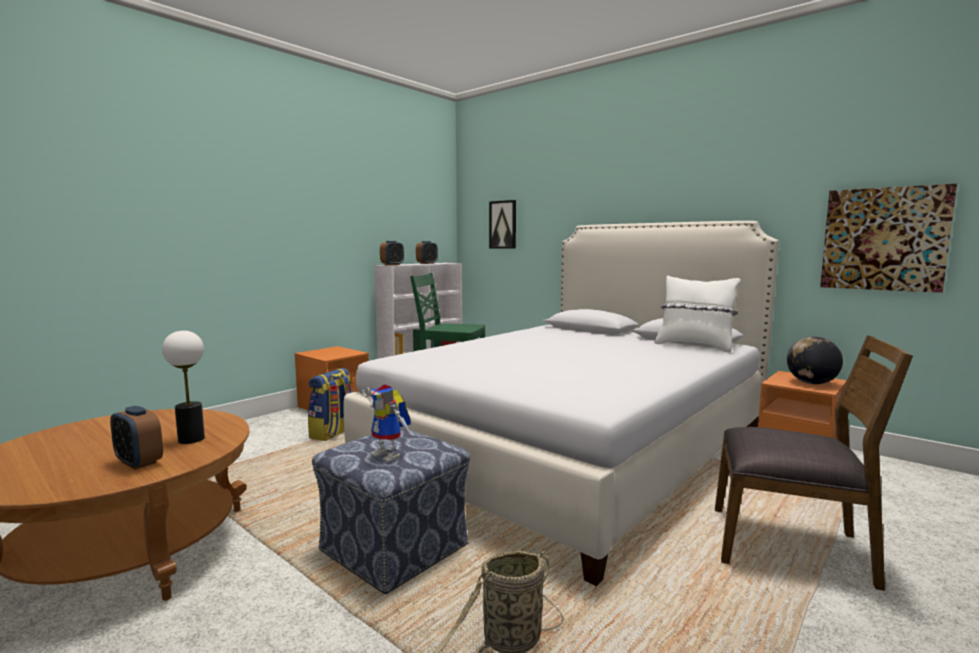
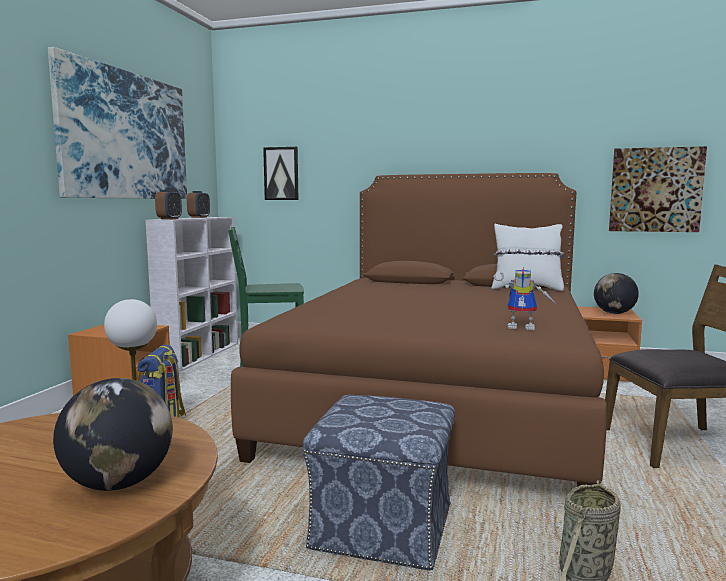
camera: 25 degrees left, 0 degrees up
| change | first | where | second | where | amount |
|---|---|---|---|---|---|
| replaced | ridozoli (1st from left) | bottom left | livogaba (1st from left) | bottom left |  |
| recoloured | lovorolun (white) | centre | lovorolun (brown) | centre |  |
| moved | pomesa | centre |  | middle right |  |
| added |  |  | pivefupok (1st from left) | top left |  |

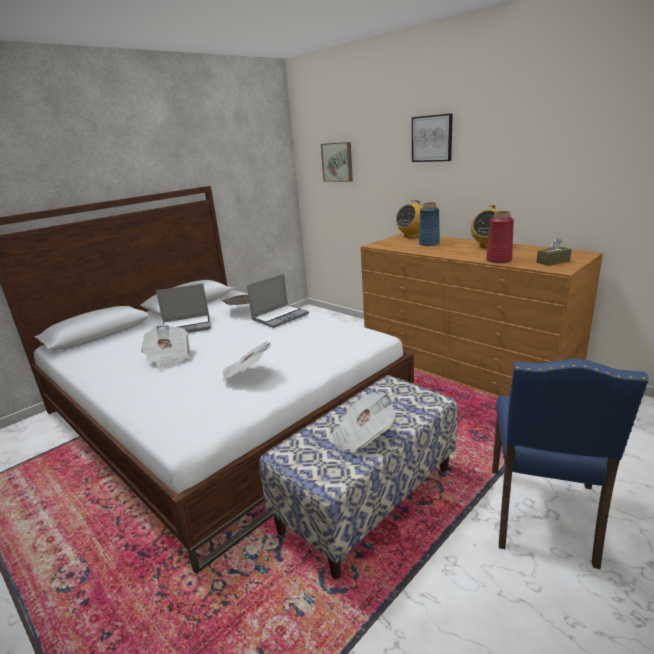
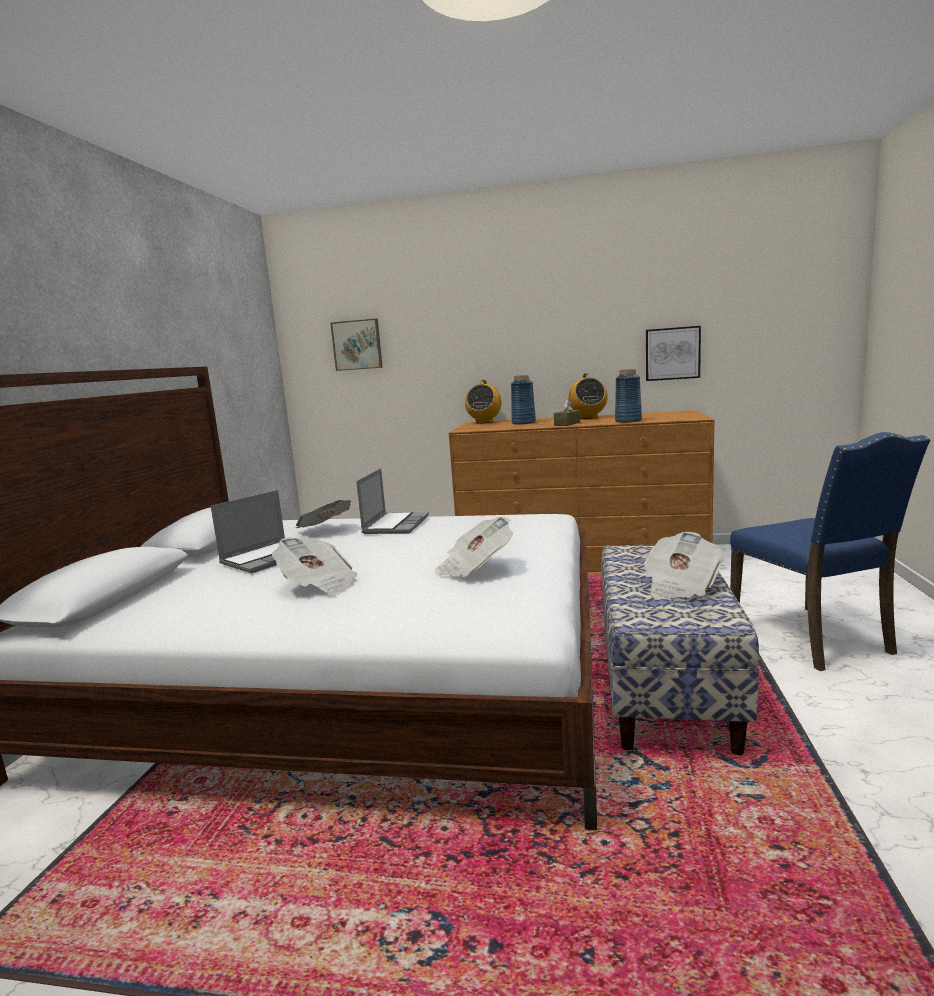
camera: 35 degrees left, 10 degrees down
| change | first | where | second | where | amount |
|---|---|---|---|---|---|
| moved | pivefupok (2nd from left) | top centre |  | middle right |  |
| recoloured | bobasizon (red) | middle right | bobasizon (blue) (2nd from left) | middle right |  |
| moved | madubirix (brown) | middle right |  | centre |  |

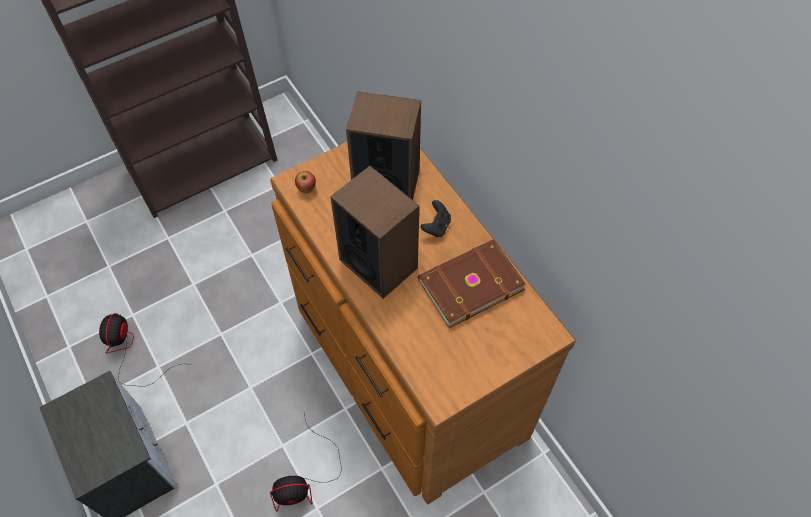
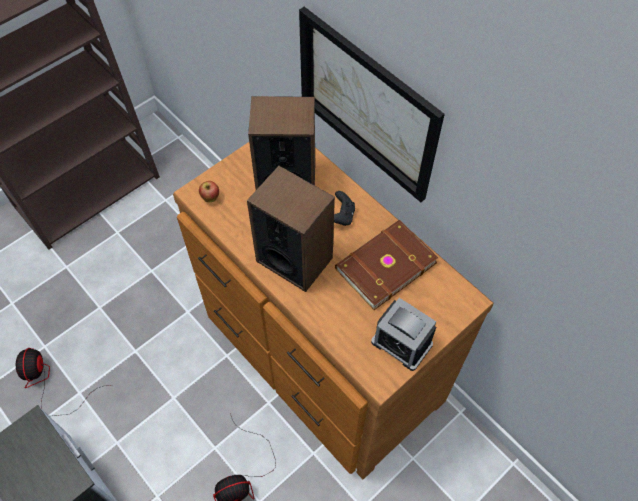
camera: 10 degrees left, 0 degrees up
| change | first | where | second | where | amount |
|---|---|---|---|---|---|
| added |  |  | pivefupok | top centre |  |
| added |  |  | ridozoli | bottom centre |  |

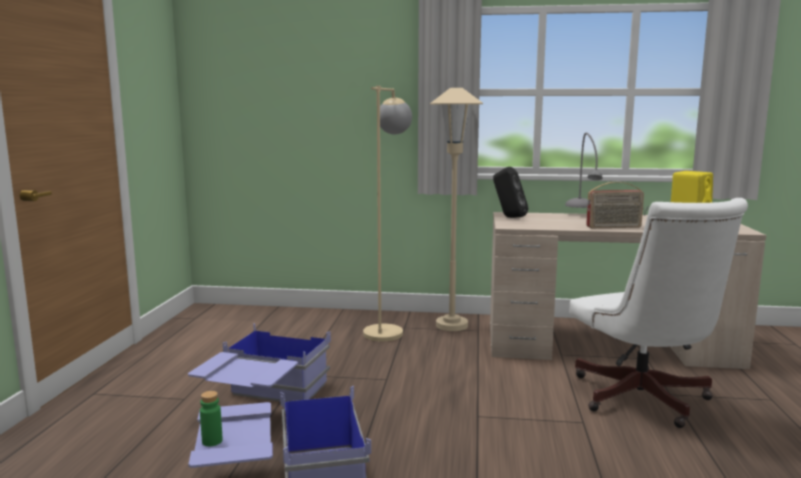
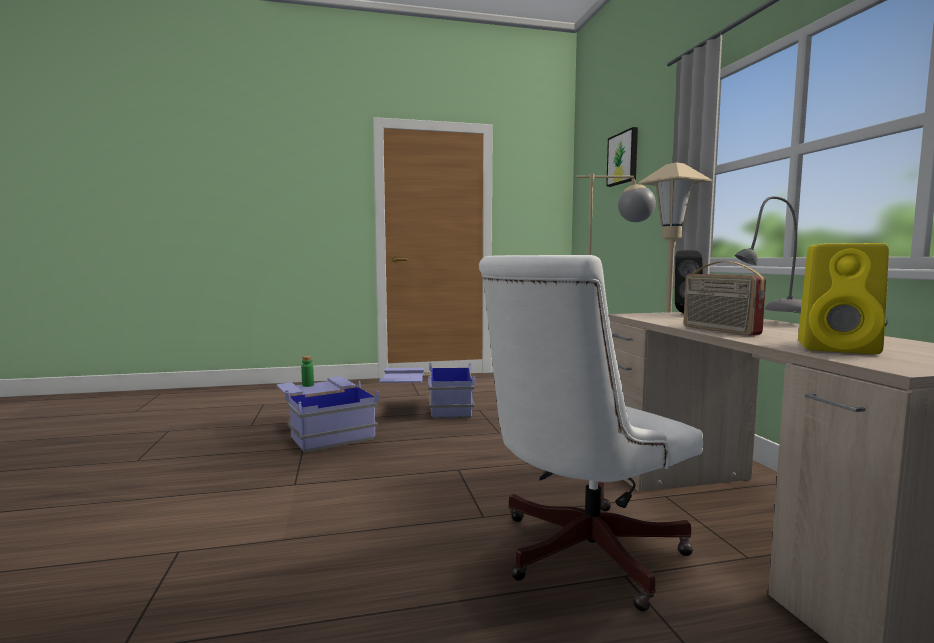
camera: 70 degrees right, 5 degrees down
| change | first | where | second | where | amount |
|---|---|---|---|---|---|
| added |  |  | pivefupok | top centre |  |

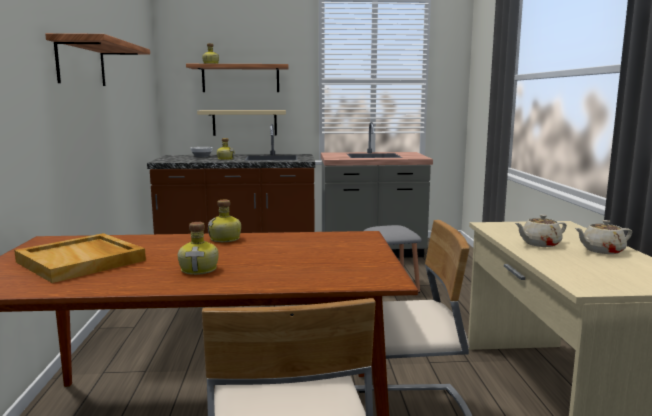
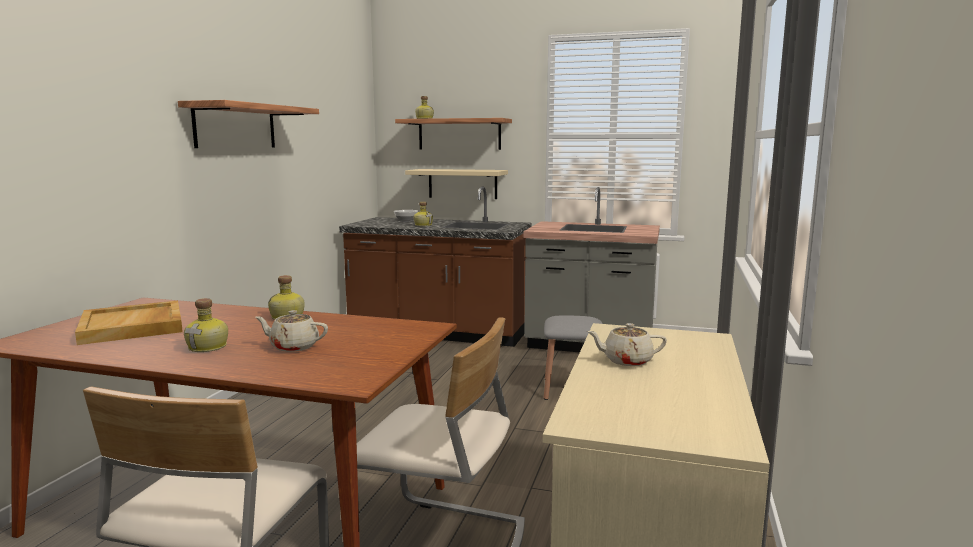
camera: 20 degrees right, 0 degrees up
| change | first | where | second | where | amount |
|---|---|---|---|---|---|
| moved | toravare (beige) (2nd from left in the first image) | middle right | toravare (beige) (1st from left) | middle left |  |

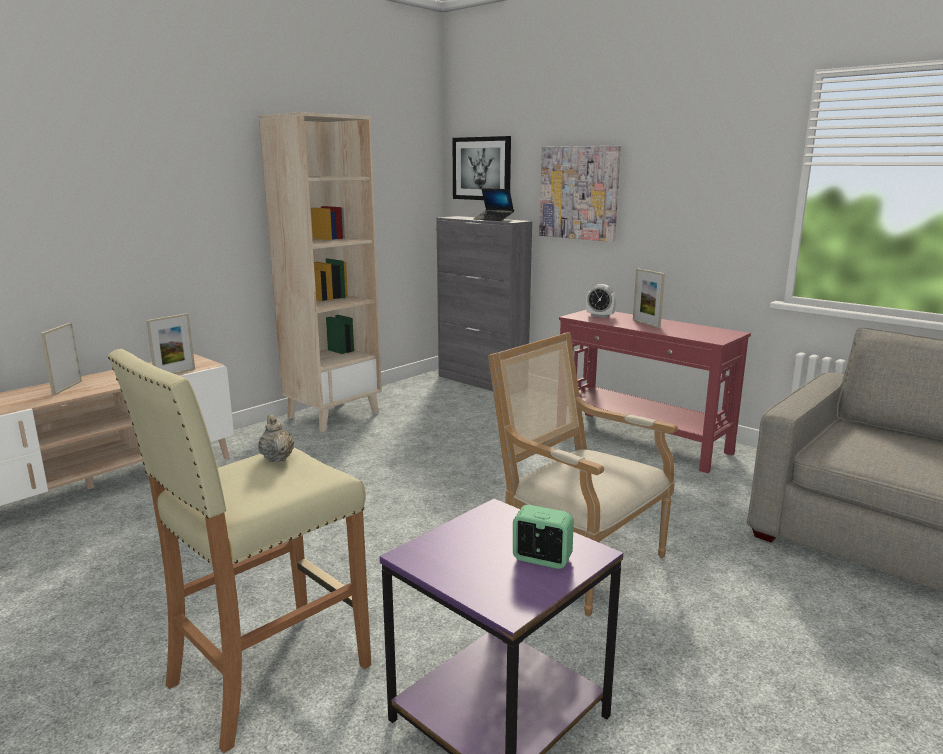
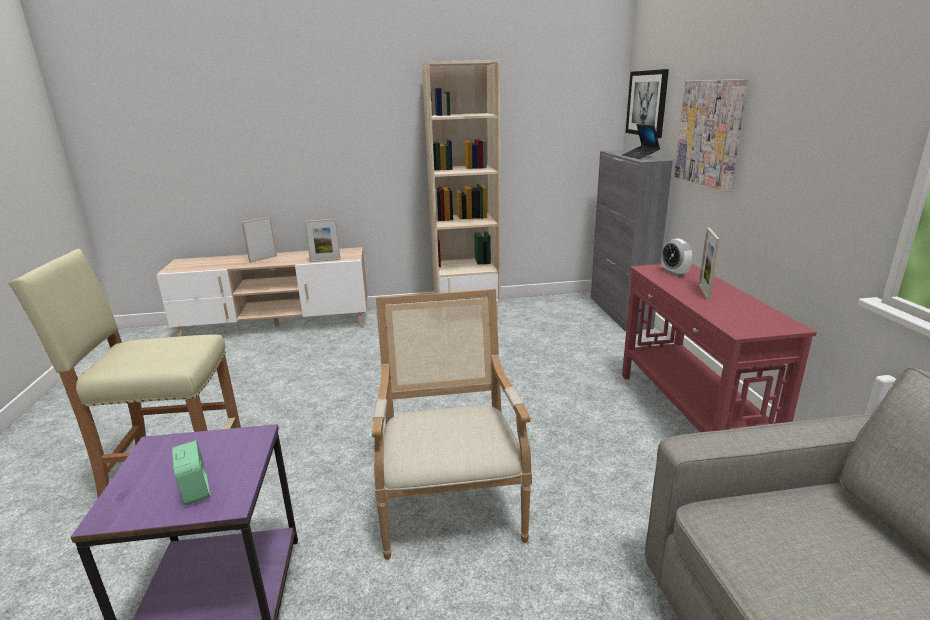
camera: 40 degrees right, 5 degrees up
| change | first | where | second | where | amount |
|---|---|---|---|---|---|
| removed | toravare (beige) | middle left |  |  |  |

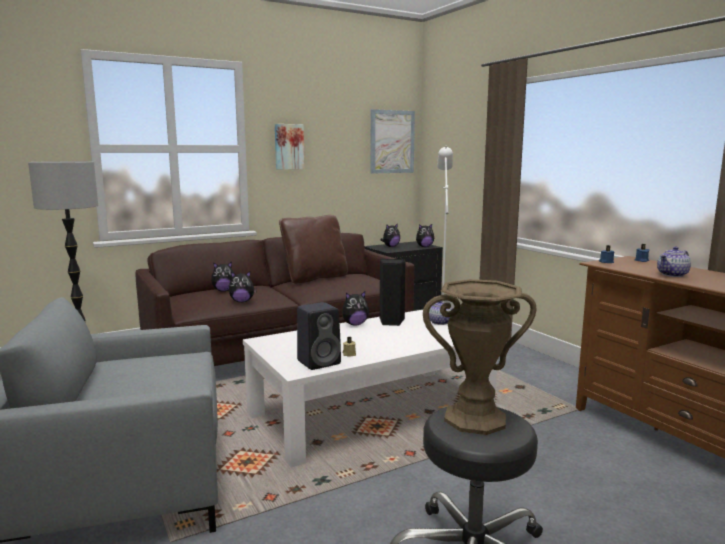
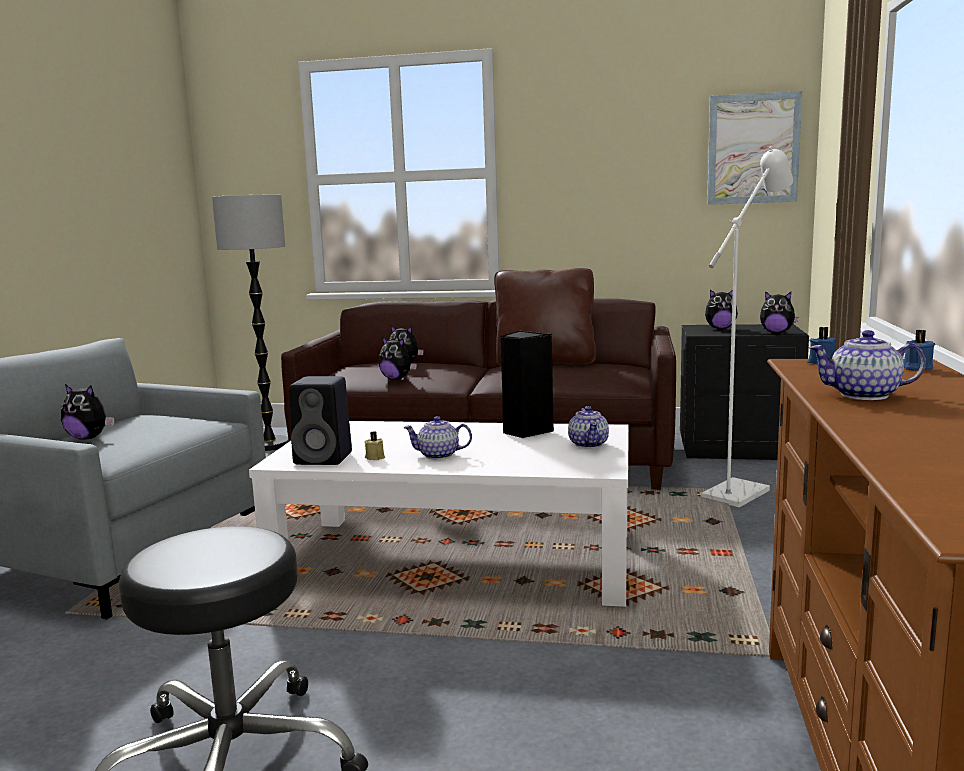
camera: 40 degrees right, 0 degrees up
| change | first | where | second | where | amount |
|---|---|---|---|---|---|
| removed | pivefupok (1st from left) | top centre |  |  |  |
| moved | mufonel (3rd from left in the first image) | centre | mufonel (1st from left) | middle left |  |
| removed | bobasizon (brown) | centre |  |  |  |
| added |  |  | toravare (1st from left) | centre |  |

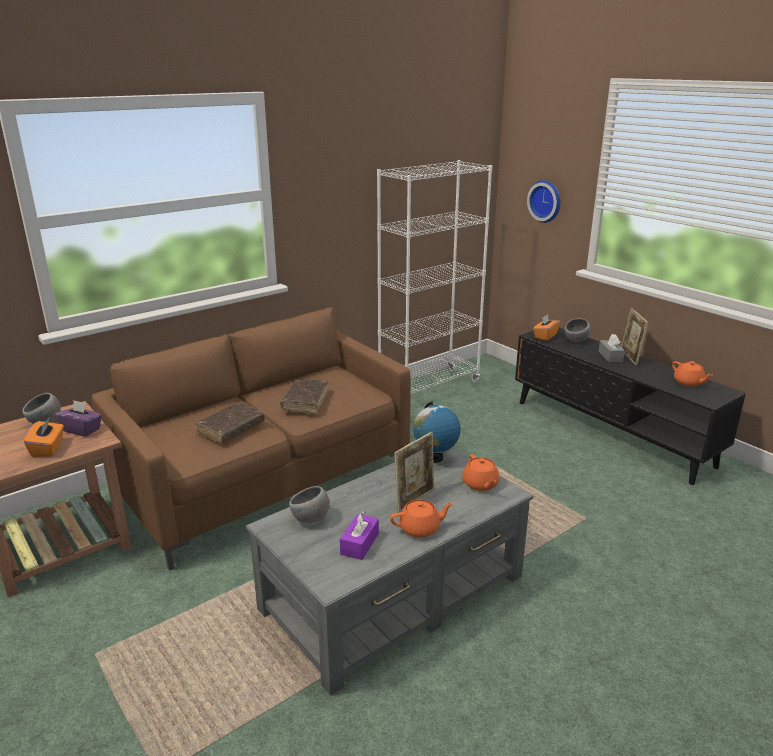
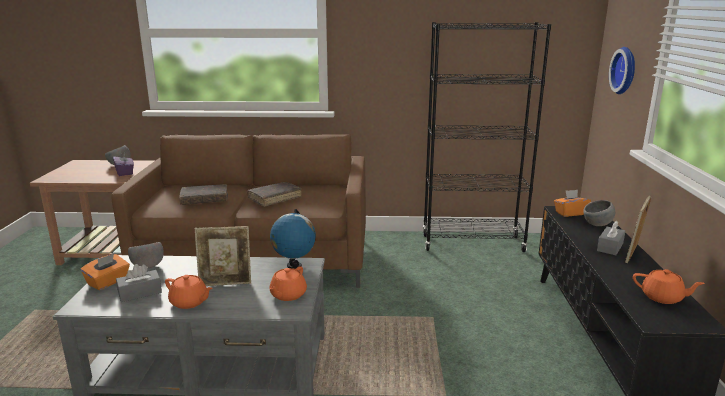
camera: 40 degrees right, 5 degrees down
| change | first | where | second | where | amount |
|---|---|---|---|---|---|
| moved | madubirix (orange) (1st from left) | middle left |  | bottom left |  |
| recoloured | madubirix (purple) (2nd from left) | bottom centre | madubirix (grey) (1st from left) | bottom left |  |
| recoloured | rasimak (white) | centre | rasimak (black) | middle right |  |
| turned | toravare (orange) (3rd from left) | middle right |  | bottom right | 75 degrees counterclockwise |

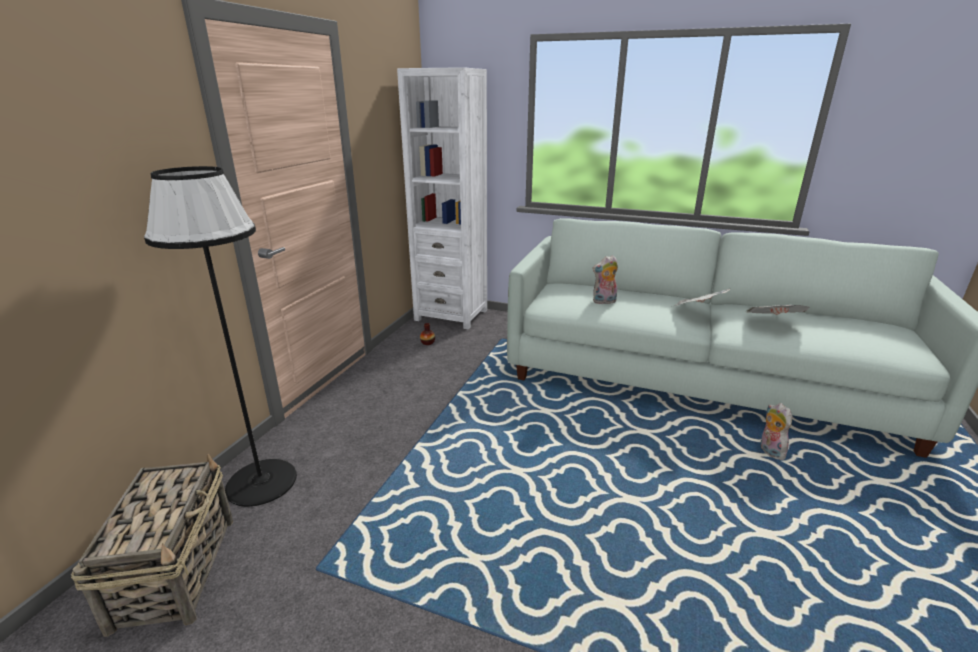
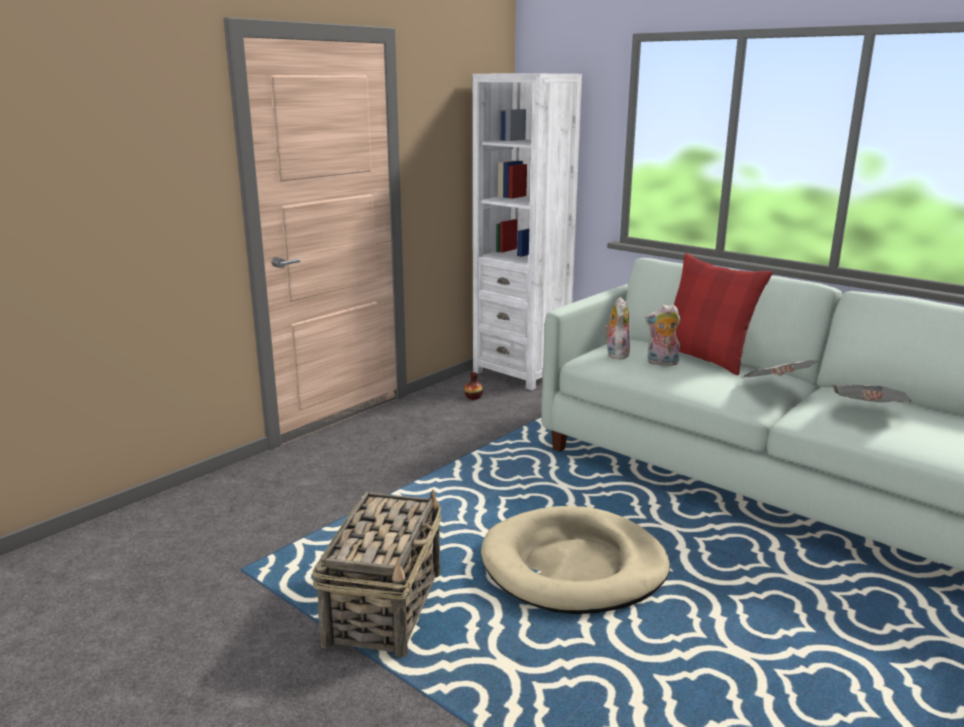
camera: 20 degrees right, 5 degrees down
| change | first | where | second | where | amount |
|---|---|---|---|---|---|
| moved | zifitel | bottom left |  | bottom centre |  |
| removed | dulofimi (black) | middle left |  |  |  |
| moved | mufonel (2nd from left in the first image) | middle right | mufonel (1st from left) | centre |  |
| added |  |  | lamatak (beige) | bottom centre |  |
| added |  |  | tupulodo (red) | middle right |  |

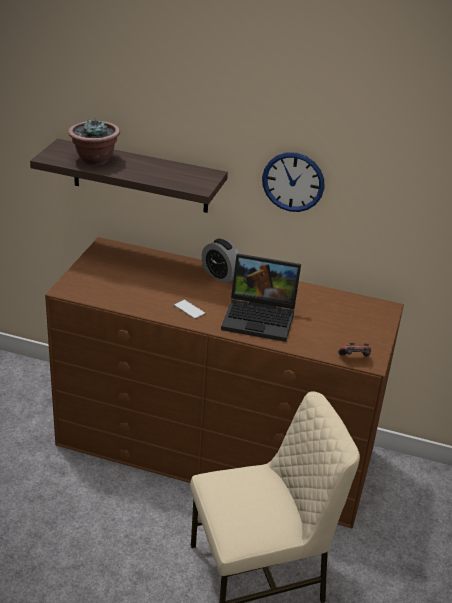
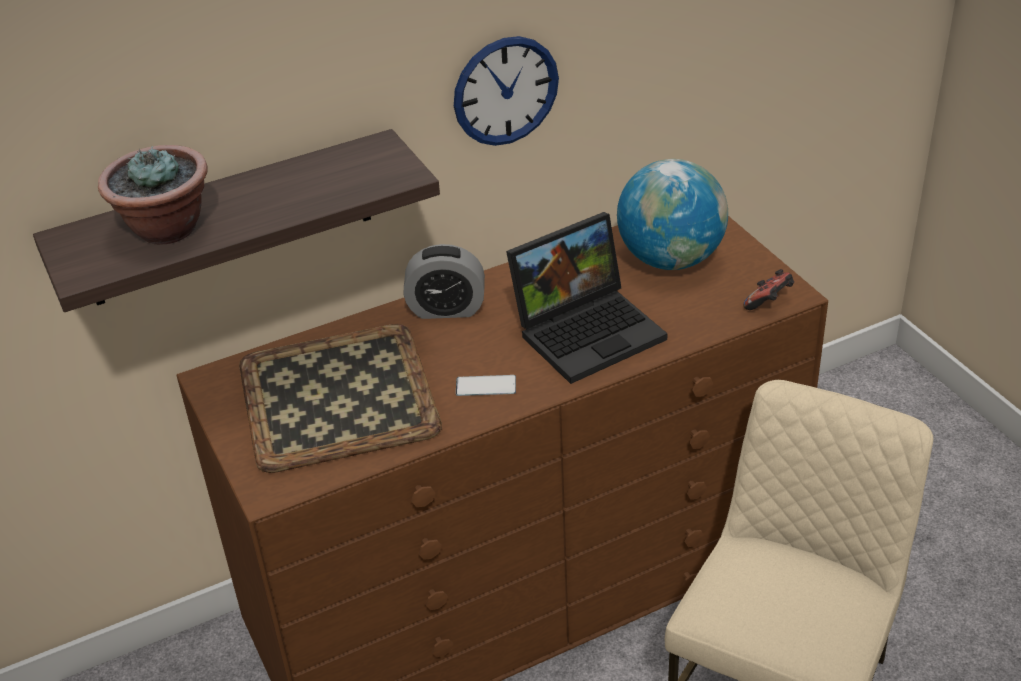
camera: 40 degrees left, 5 degrees up
| change | first | where | second | where | amount |
|---|---|---|---|---|---|
| added |  |  | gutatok | middle left |  |
| added |  |  | livogaba | top centre |  |

